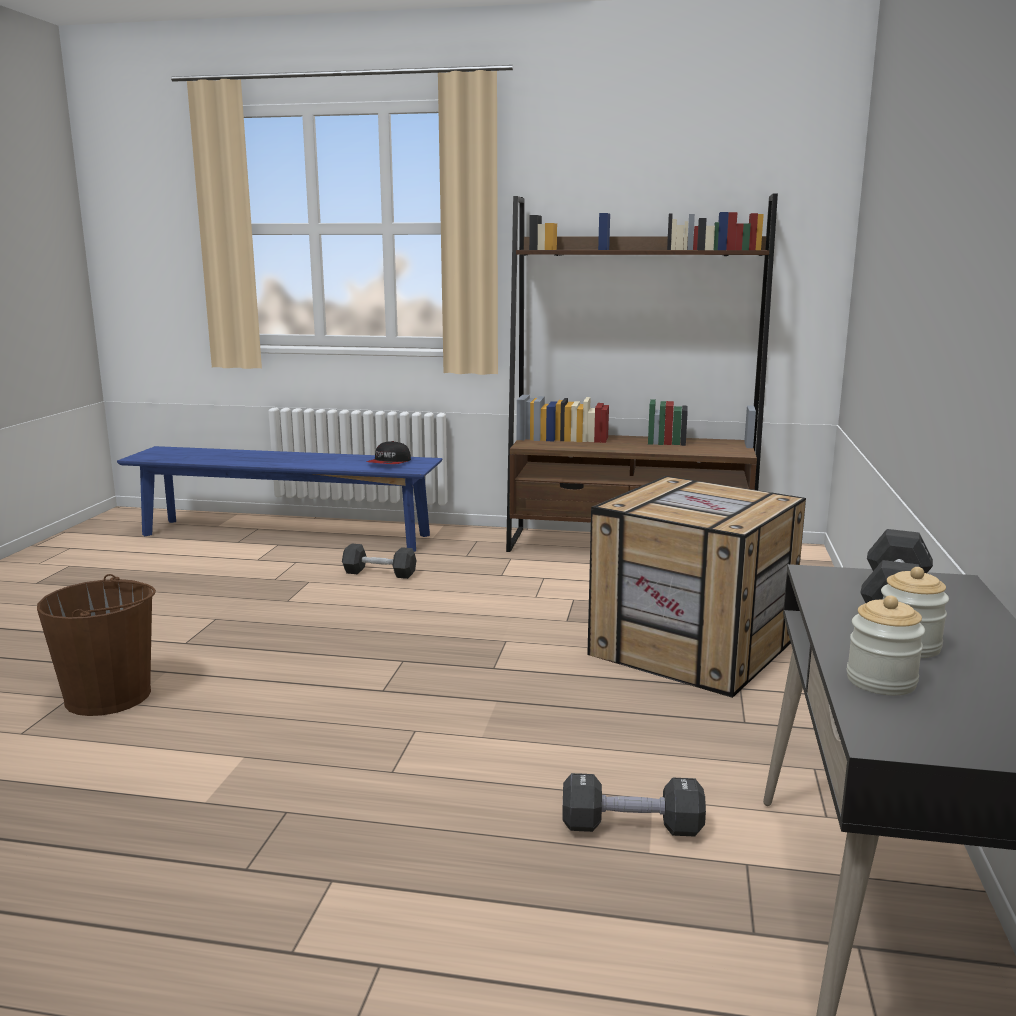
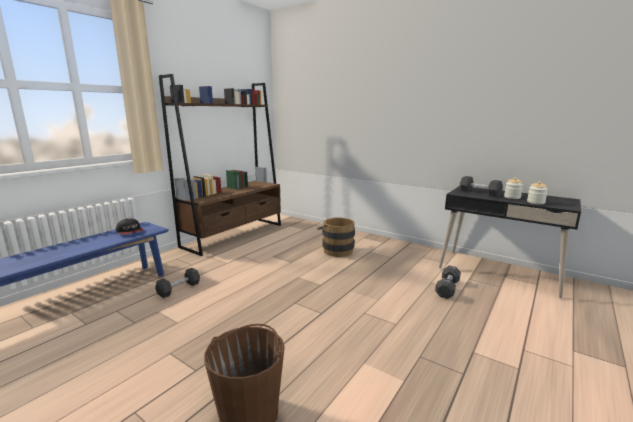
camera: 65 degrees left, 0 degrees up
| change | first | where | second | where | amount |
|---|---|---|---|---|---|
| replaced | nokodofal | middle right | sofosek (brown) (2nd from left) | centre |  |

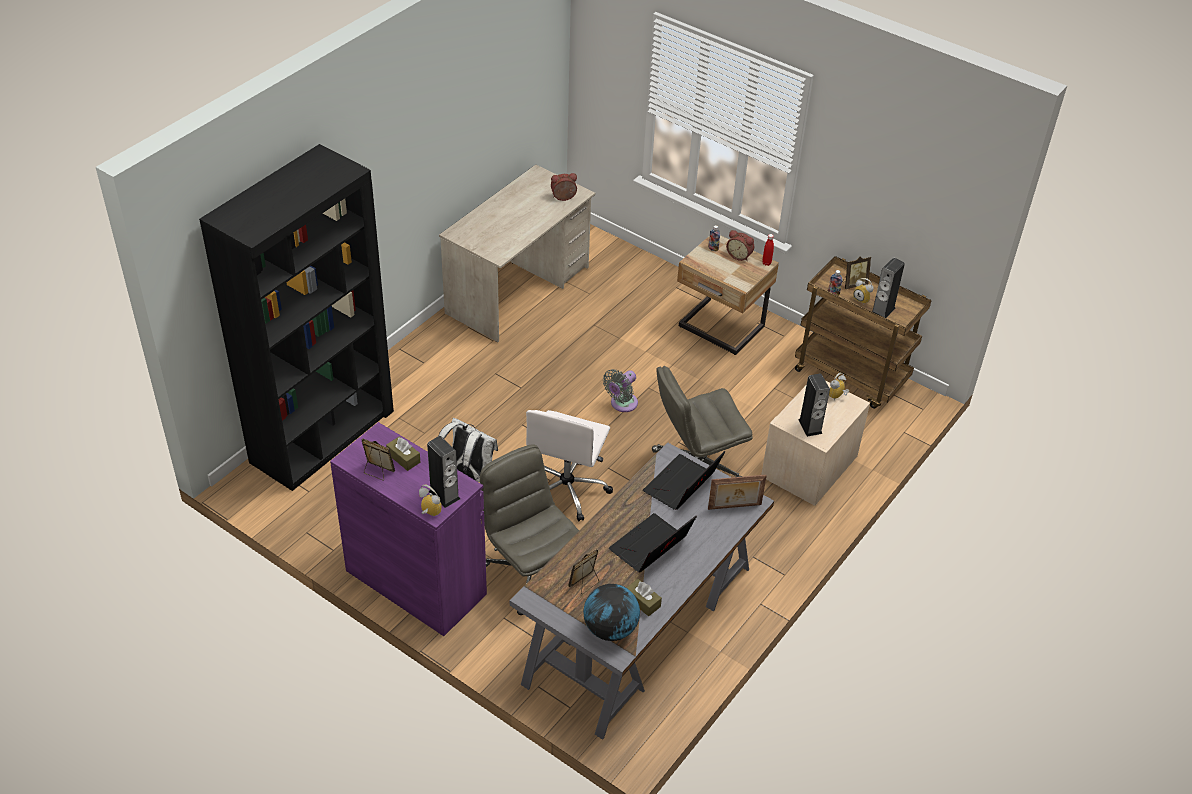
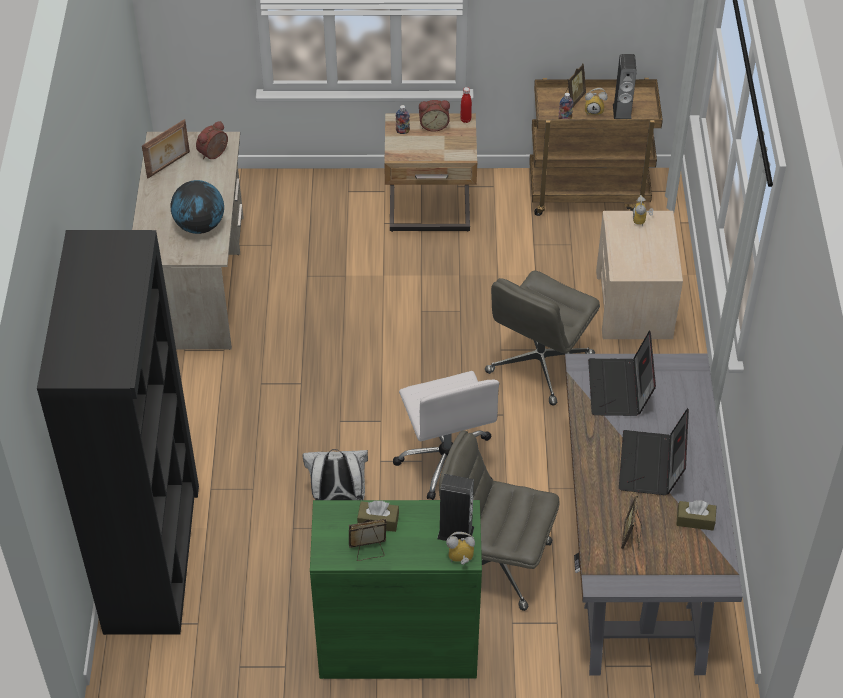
camera: 35 degrees left, 5 degrees up
| change | first | where | second | where | amount |
|---|---|---|---|---|---|
| recoloured | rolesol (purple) | centre | rolesol (green) | bottom centre |  |
| moved | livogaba | bottom centre |  | top left |  |
| removed | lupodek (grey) | centre |  |  |  |
| moved | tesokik (3rd from left in the first image) | centre | tesokik (1st from left) | top left |  |
| removed | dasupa (2nd from left) | middle right |  |  |  |

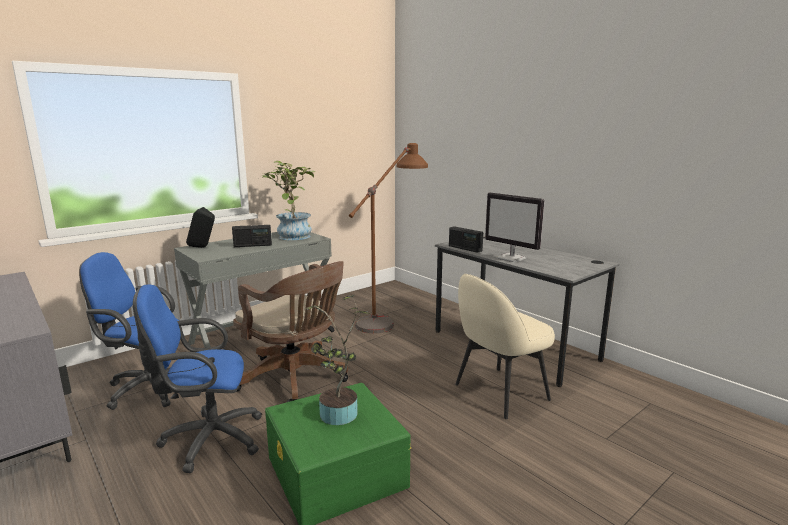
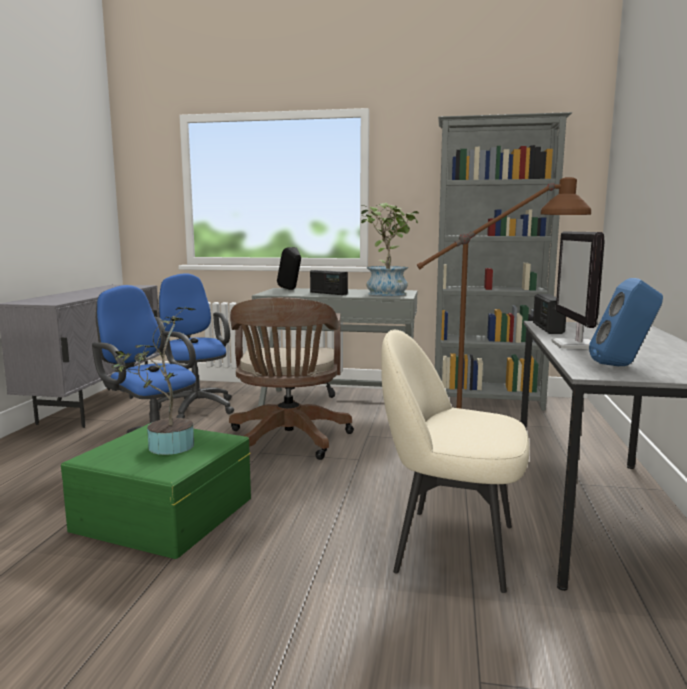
camera: 50 degrees right, 5 degrees down
| change | first | where | second | where | amount |
|---|---|---|---|---|---|
| added |  |  | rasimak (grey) | middle right |  |
| added |  |  | dasupa (blue) | middle right |  |

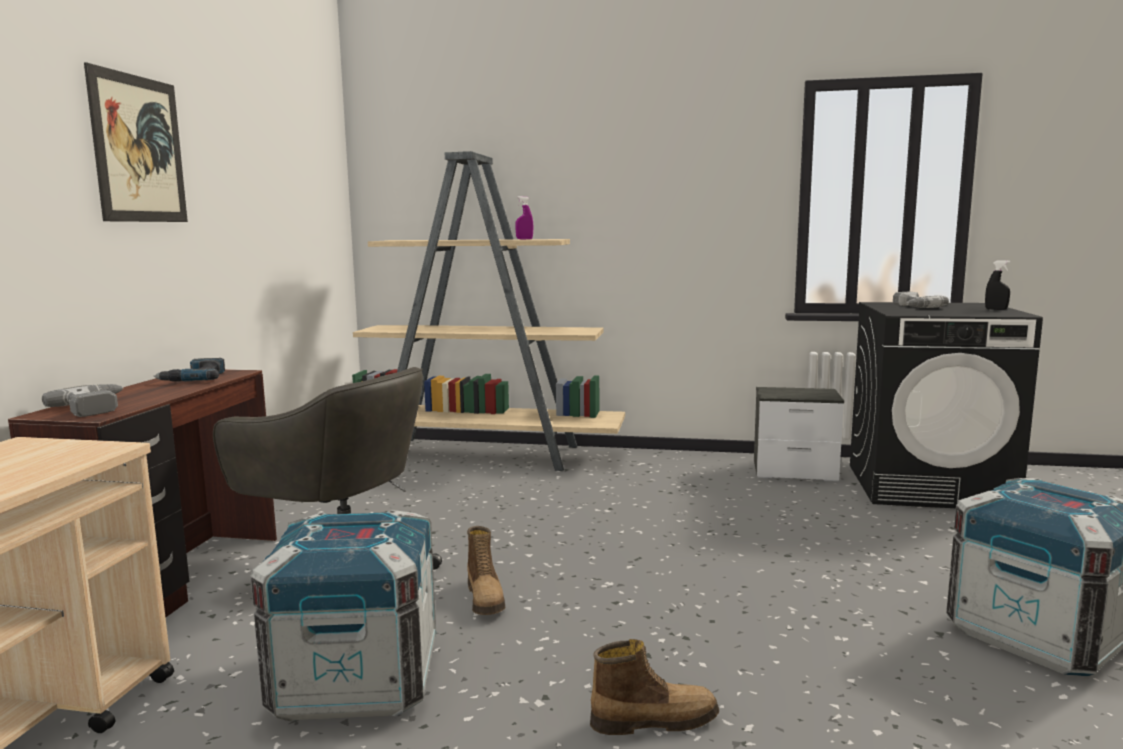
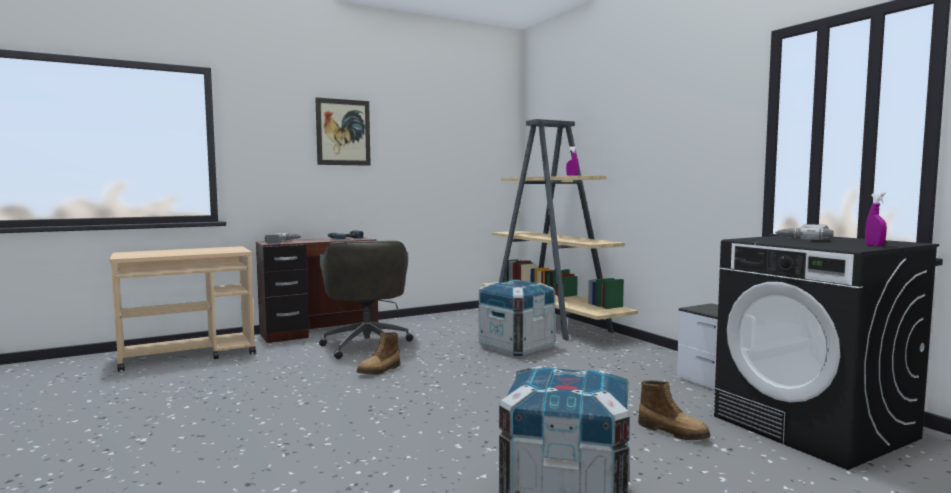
camera: 50 degrees right, 5 degrees down
| change | first | where | second | where | amount |
|---|---|---|---|---|---|
| moved | nokodofal (1st from left) | bottom left |  | centre |  |
| moved | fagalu (2nd from left) | bottom centre |  | bottom right |  |
| recoloured | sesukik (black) | middle right | sesukik (purple) (2nd from left) | middle right |  |

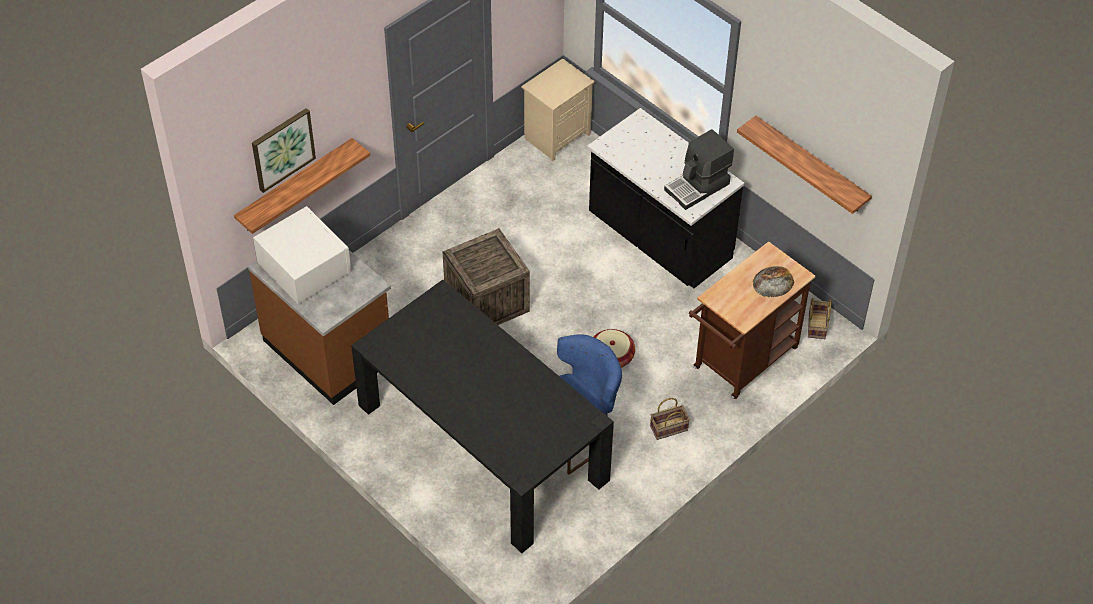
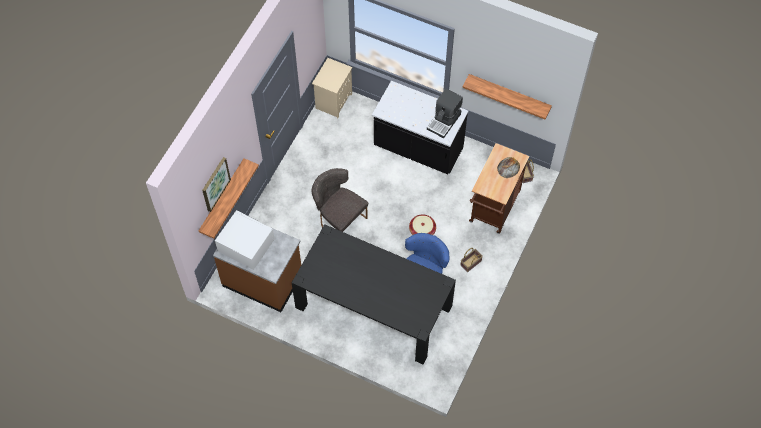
camera: 20 degrees left, 10 degrees up
| change | first | where | second | where | amount |
|---|---|---|---|---|---|
| replaced | nokodofal | centre | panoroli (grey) | centre |  |

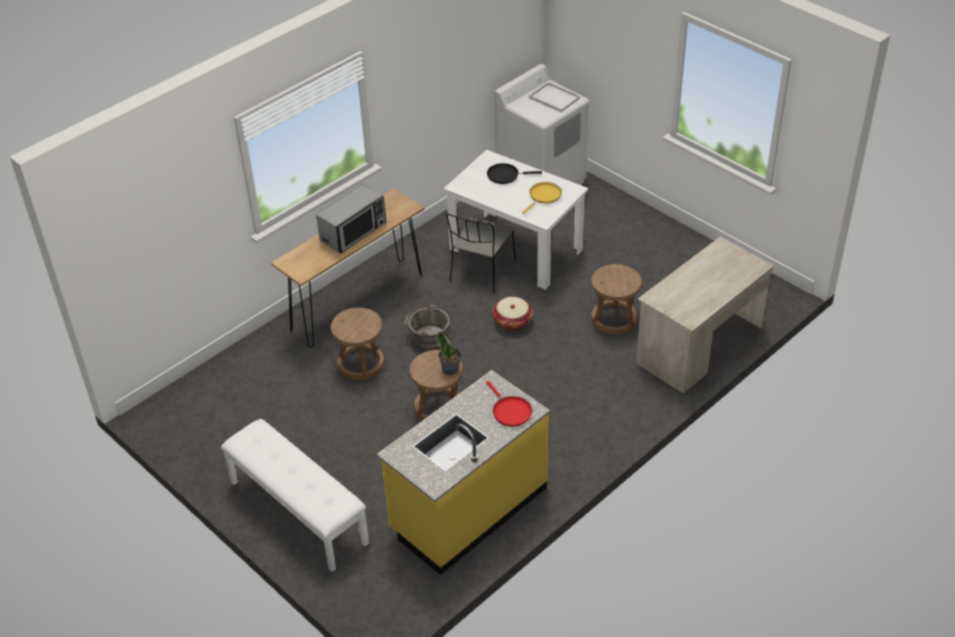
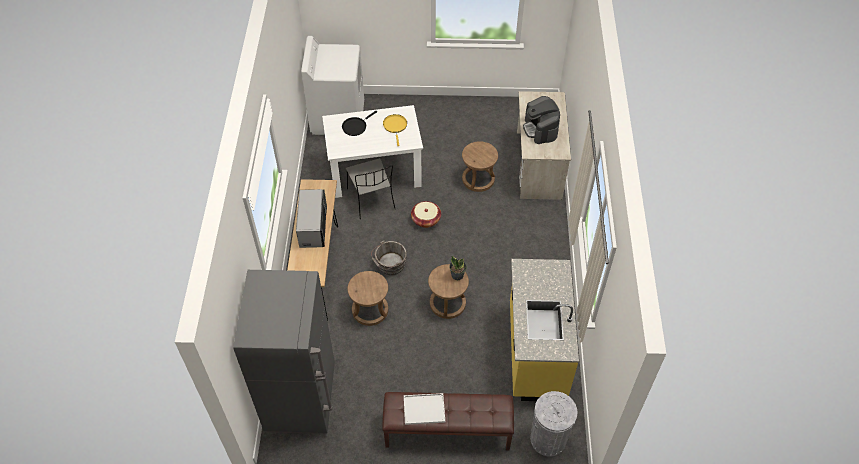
camera: 45 degrees left, 10 degrees up
| change | first | where | second | where | amount |
|---|---|---|---|---|---|
| recoloured | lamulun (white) | bottom left | lamulun (brown) | bottom centre |  |
| removed | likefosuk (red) | centre |  |  |  |
| moved | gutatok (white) | top centre |  | bottom centre |  |
| added |  |  | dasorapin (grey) | bottom left |  |
| added |  |  | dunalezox | top centre |  |
| added |  |  | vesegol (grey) | bottom centre |  |

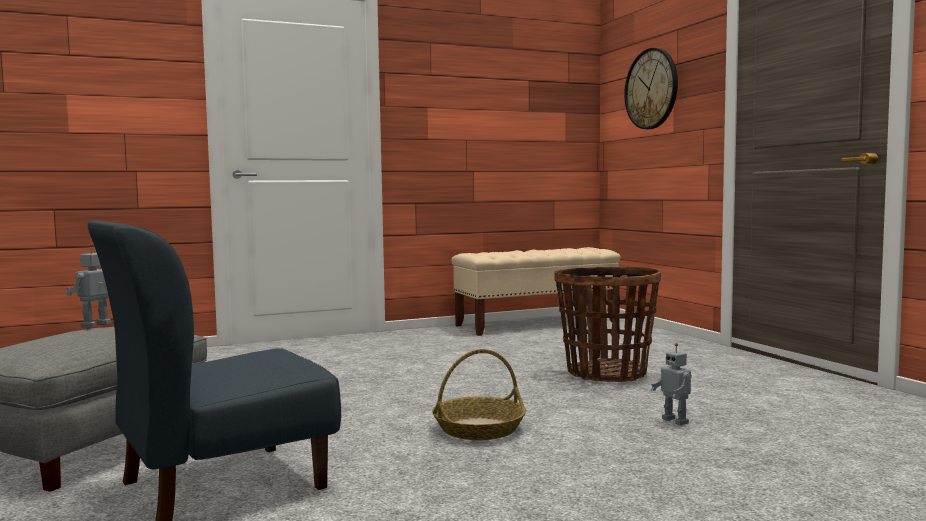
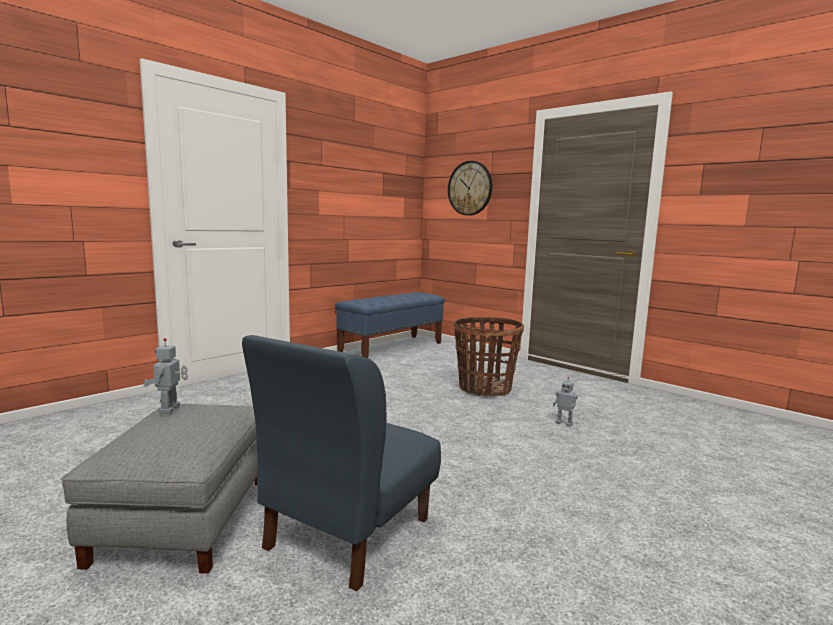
camera: 25 degrees left, 5 degrees up
| change | first | where | second | where | amount |
|---|---|---|---|---|---|
| removed | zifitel (1st from left) | bottom centre |  |  |  |
| recoloured | lamulun (beige) | centre | lamulun (blue) | centre |  |

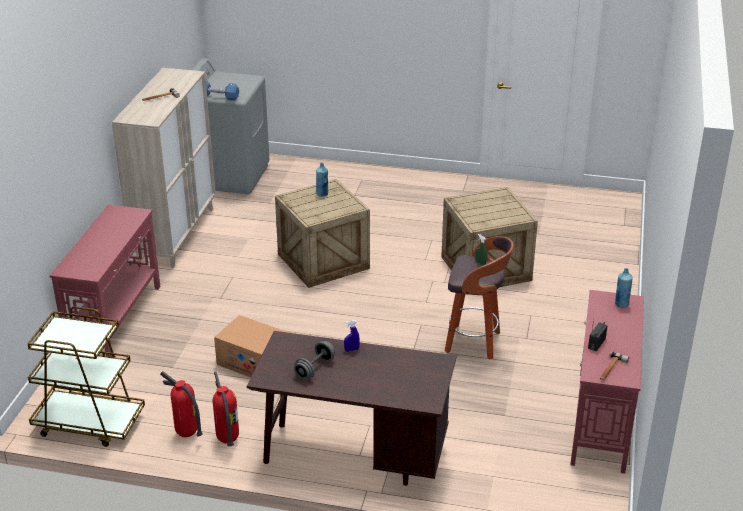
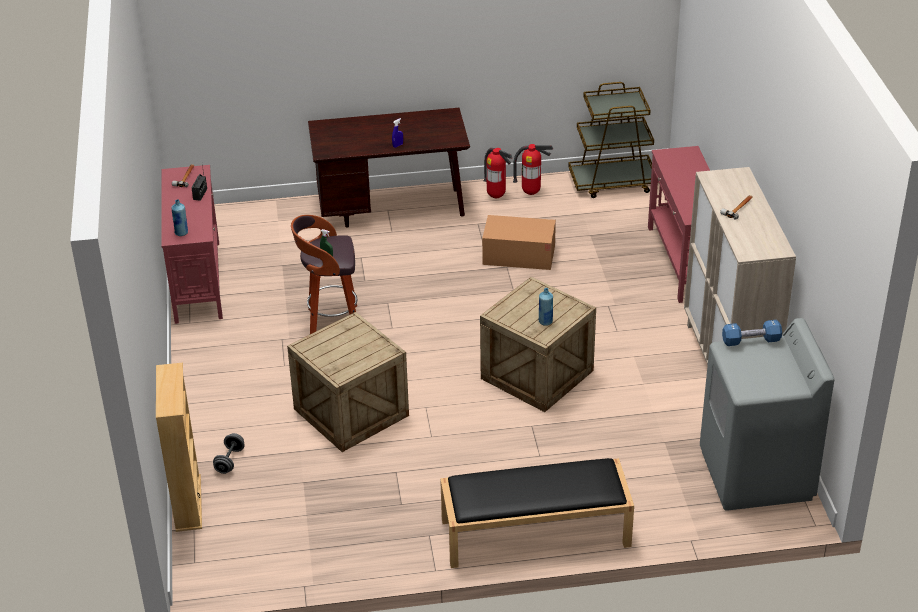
camera: 160 degrees right, 5 degrees up
| change | first | where | second | where | amount |
|---|---|---|---|---|---|
| moved | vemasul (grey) | bottom centre |  | bottom left |  |
| added |  |  | rasimak (beige) | bottom left |  |
| added |  |  | lamulun (black) | bottom centre |  |

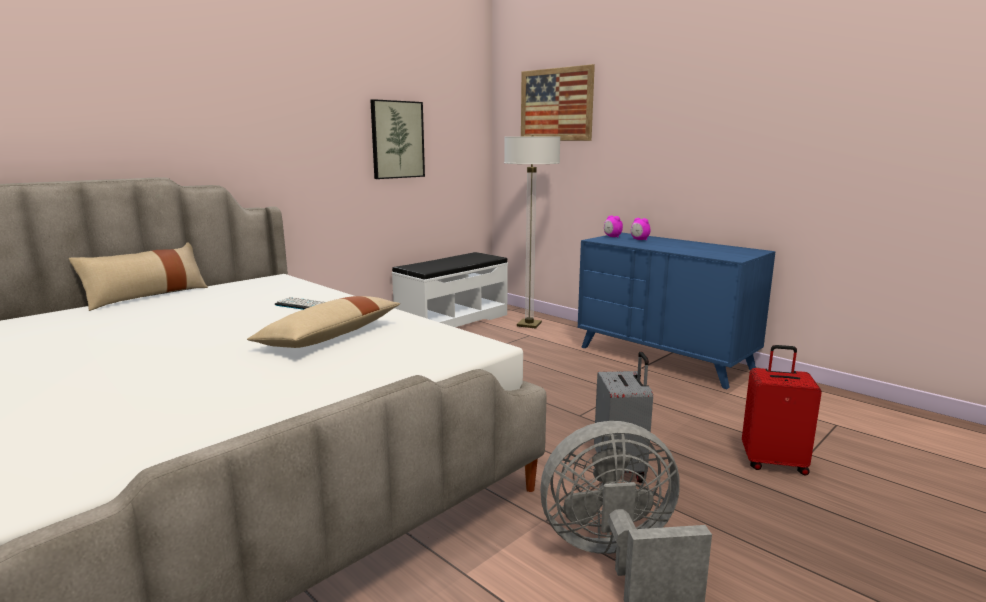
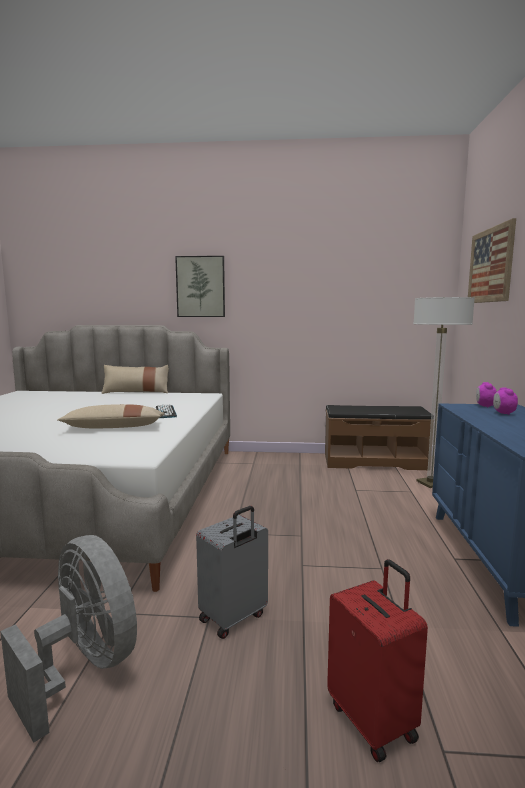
camera: 50 degrees right, 5 degrees down
| change | first | where | second | where | amount |
|---|---|---|---|---|---|
| moved | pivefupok (1st from left) | top centre |  | centre |  |
| recoloured | lamulun (white) | centre | lamulun (brown) | middle right |  |

